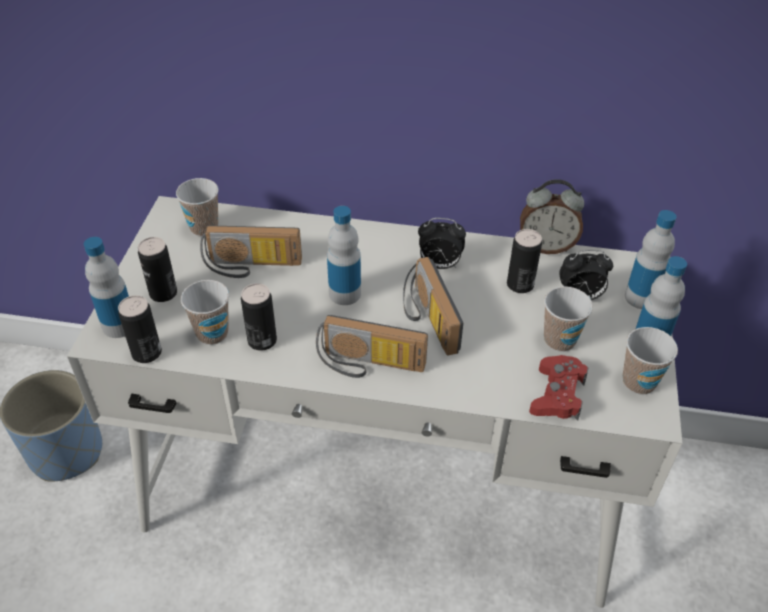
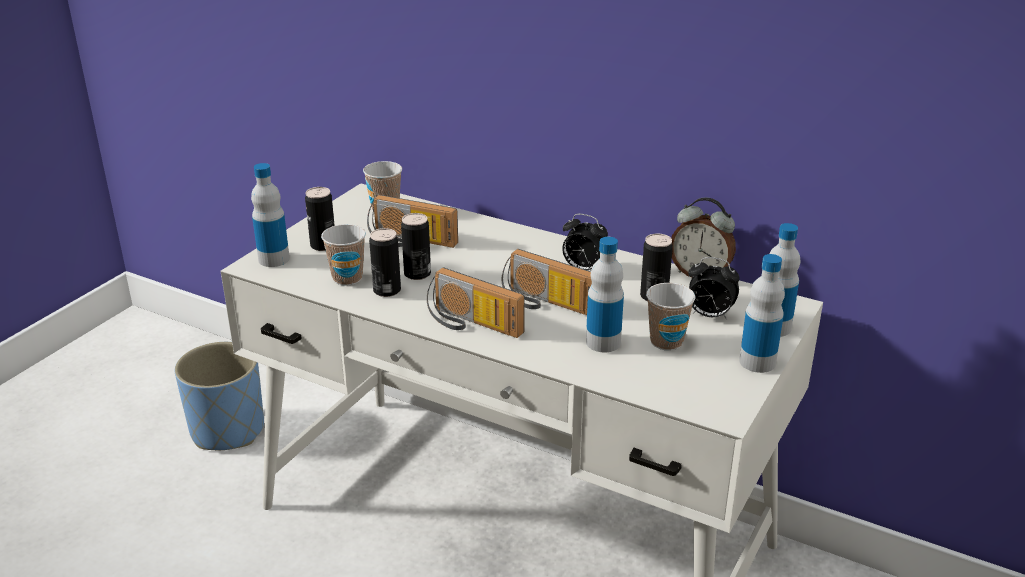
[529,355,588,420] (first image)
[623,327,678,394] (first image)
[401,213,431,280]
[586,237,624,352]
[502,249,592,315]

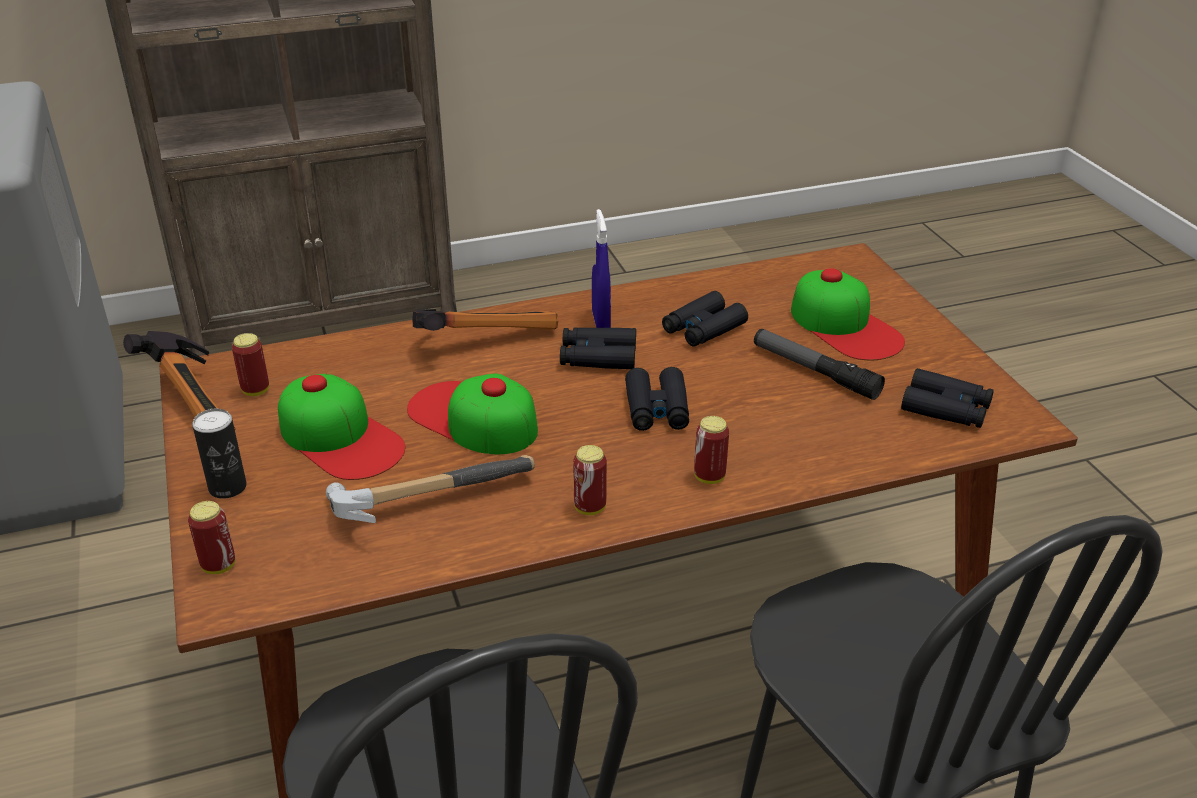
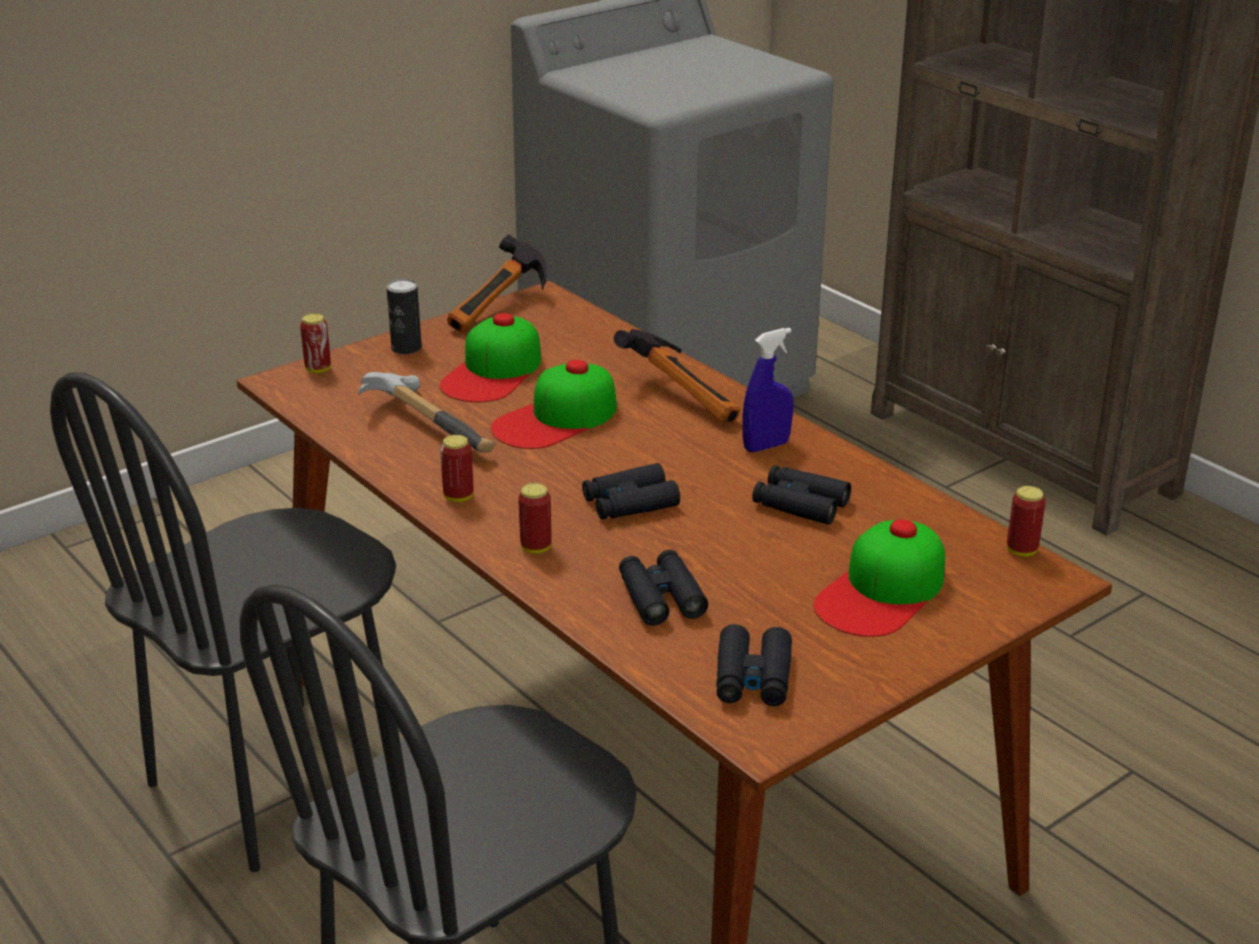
[754,329,885,400] (first image)
[1007,486,1046,557]
[619,550,708,626]
[491,360,617,449]

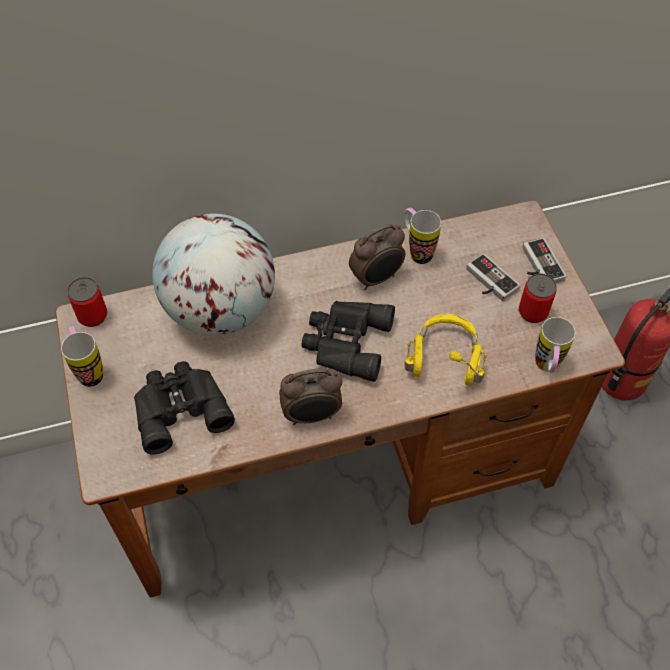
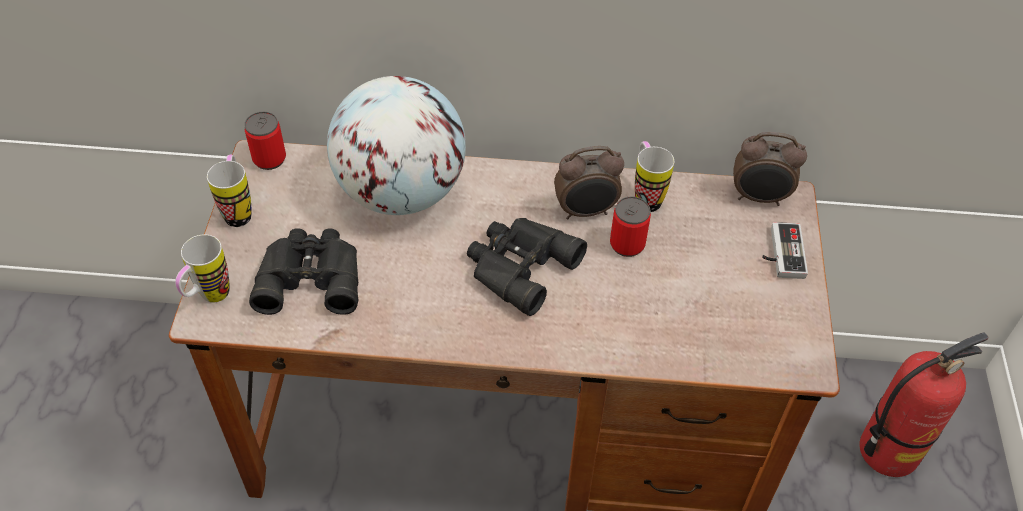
[404,314,487,385] (first image)
[466,253,520,301] (first image)
[733,132,807,206]
[610,197,651,257]
[175,234,230,303]

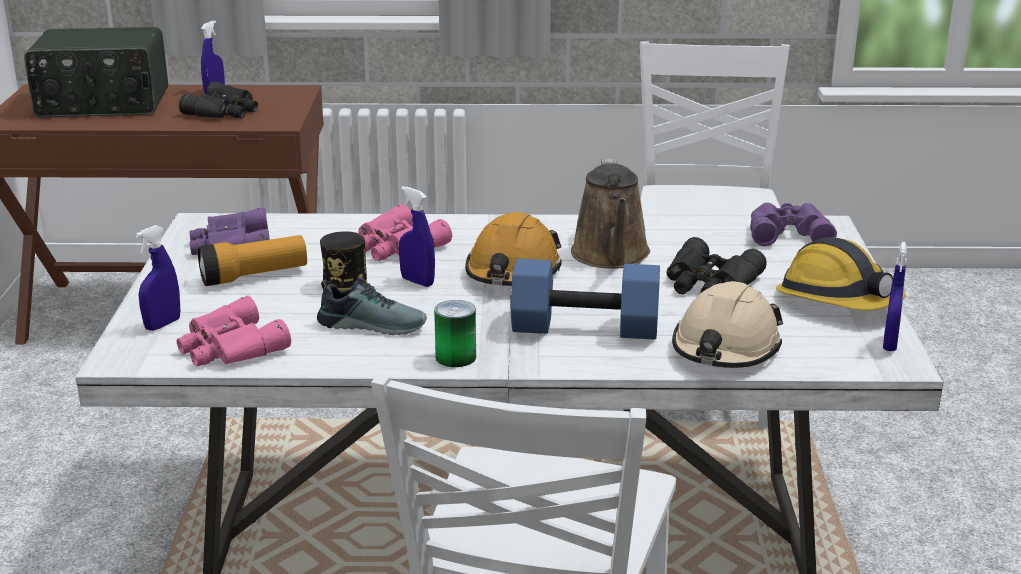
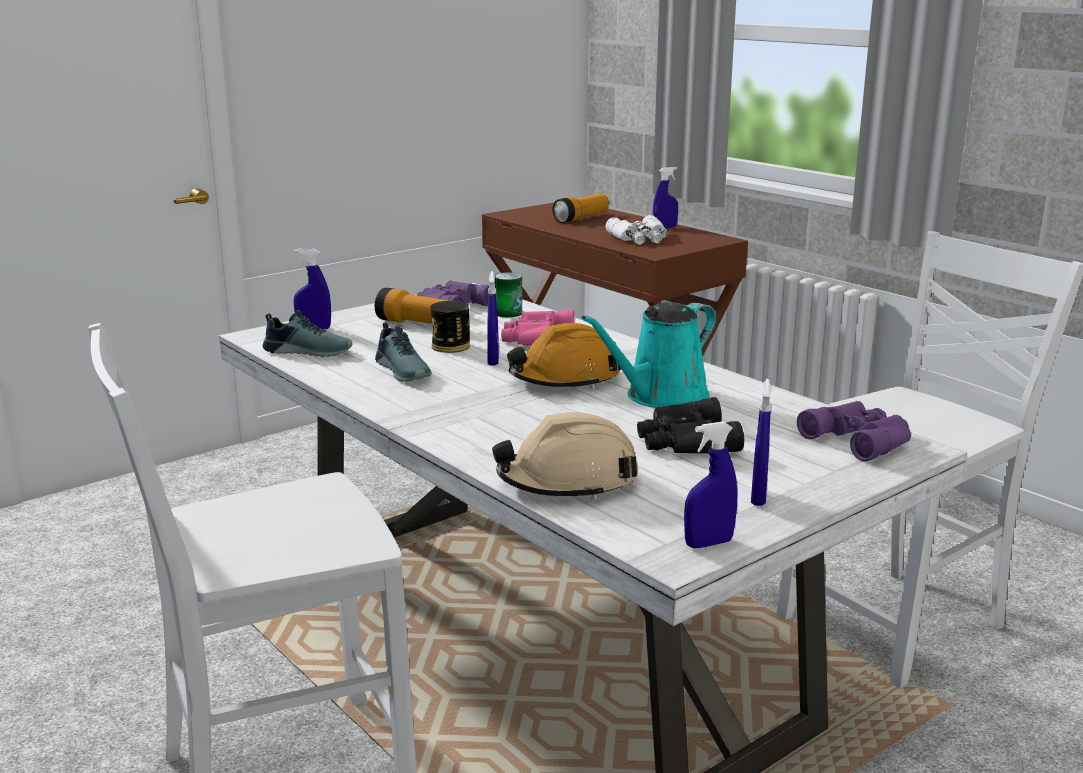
[510,259,660,340] (first image)
[495,272,522,317]
[552,194,609,223]
[263,310,352,357]
[751,379,771,506]
[606,215,668,245]
[581,302,716,408]

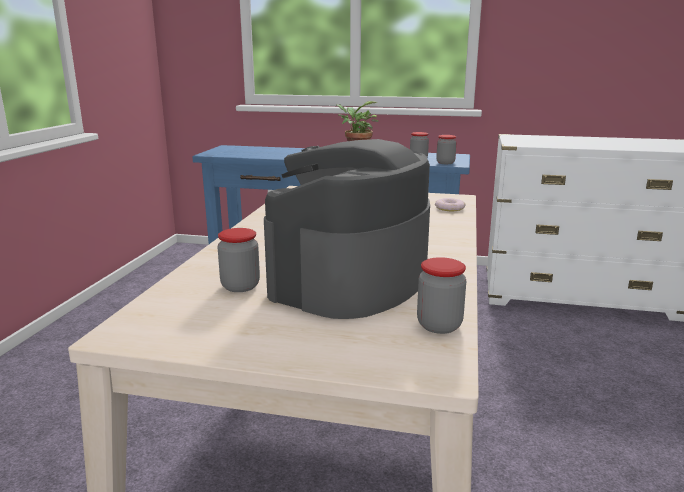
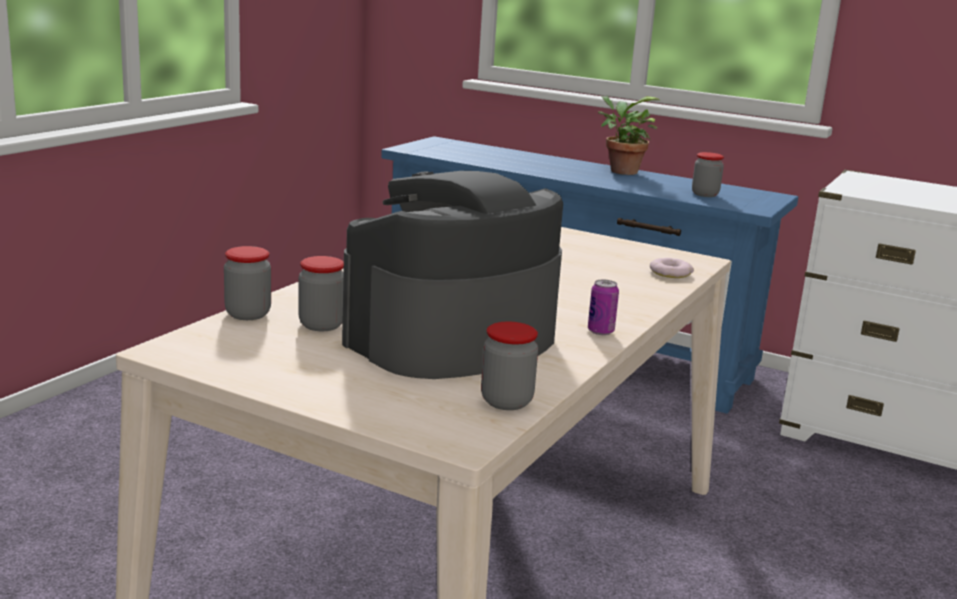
[588,280,619,335]
[224,246,271,320]

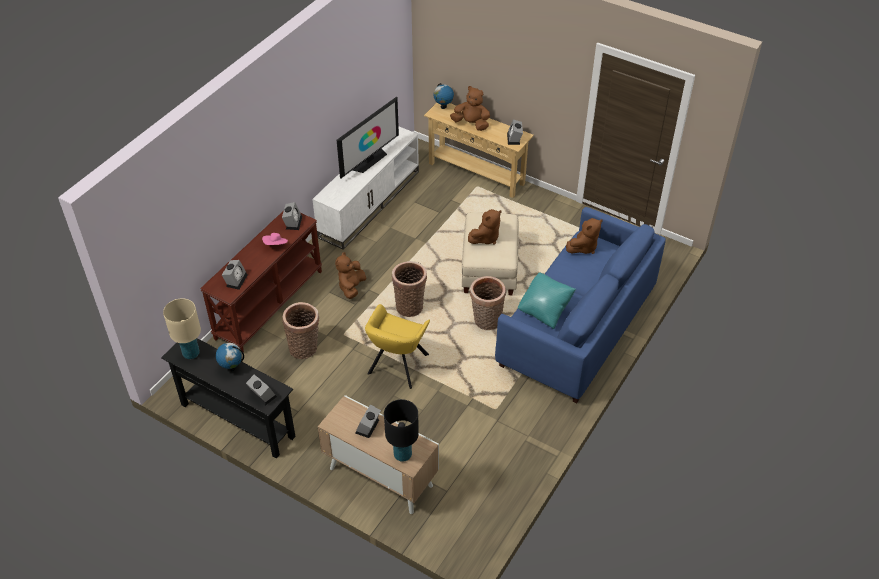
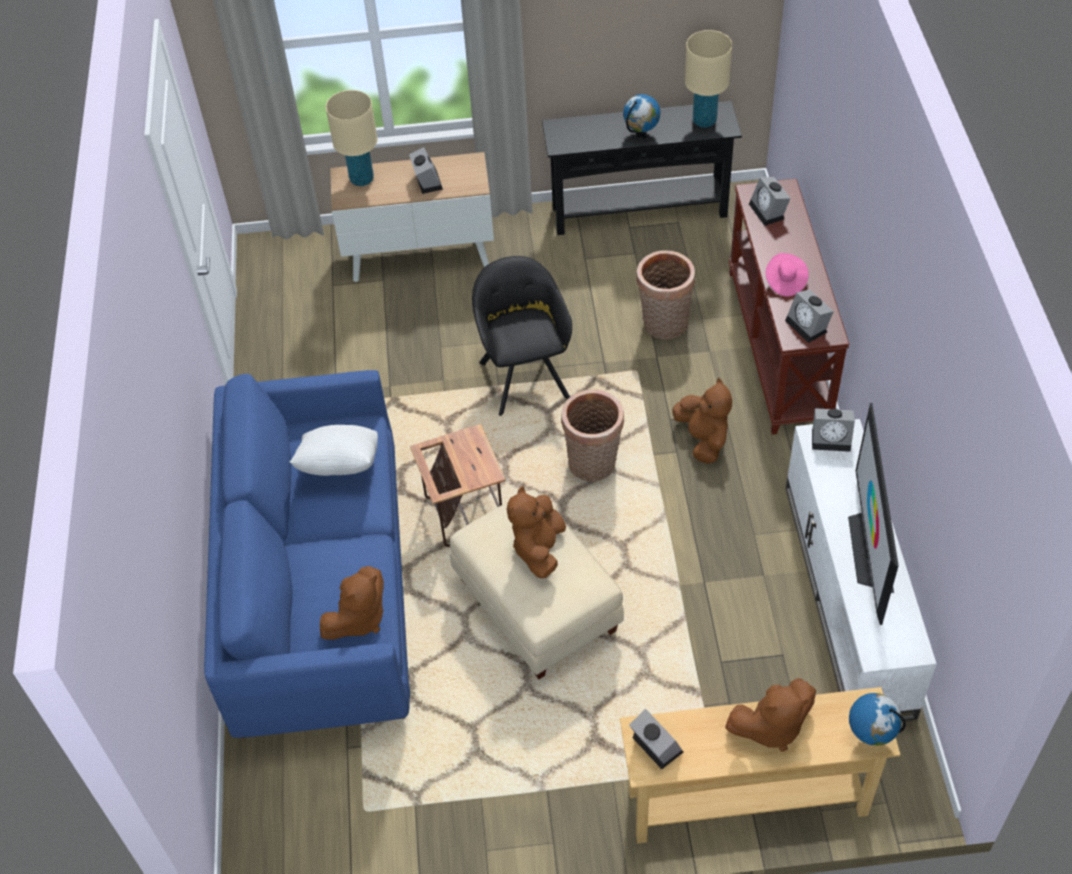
[812,408,855,452]
[410,424,506,547]
[472,256,572,416]
[326,90,377,186]
[290,425,378,476]
[320,566,384,640]

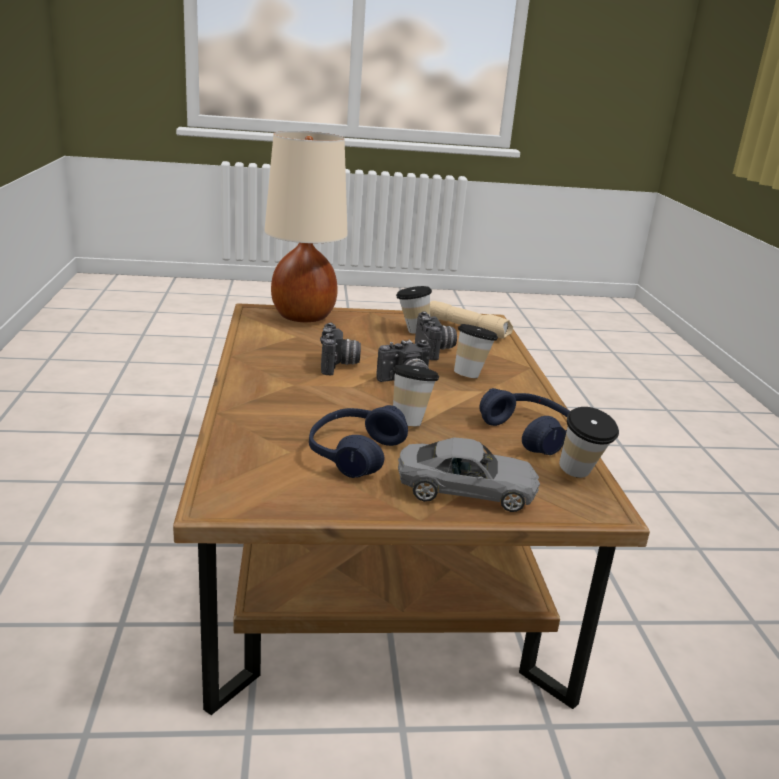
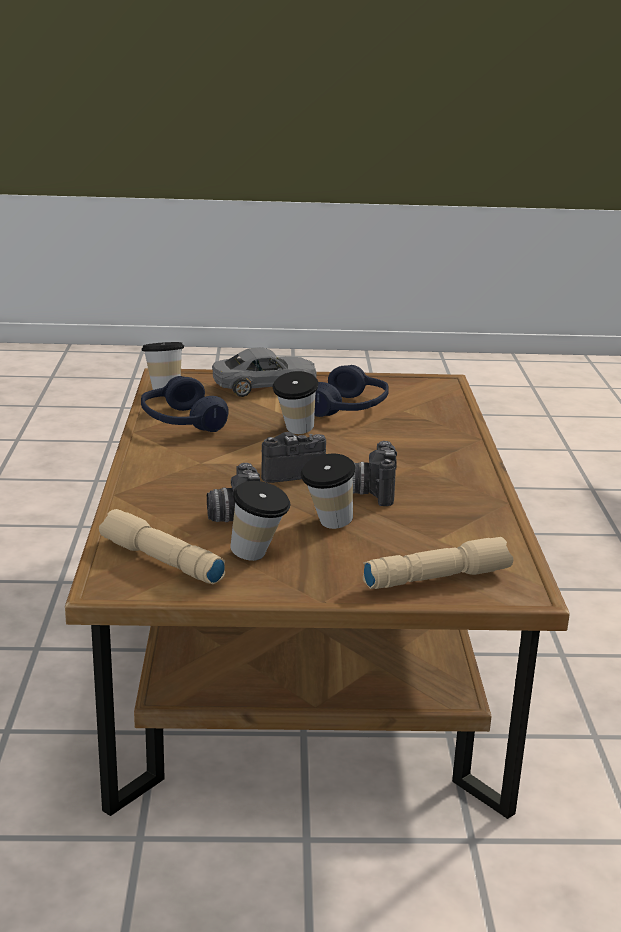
[301,454,355,529]
[363,537,514,589]
[212,347,317,397]

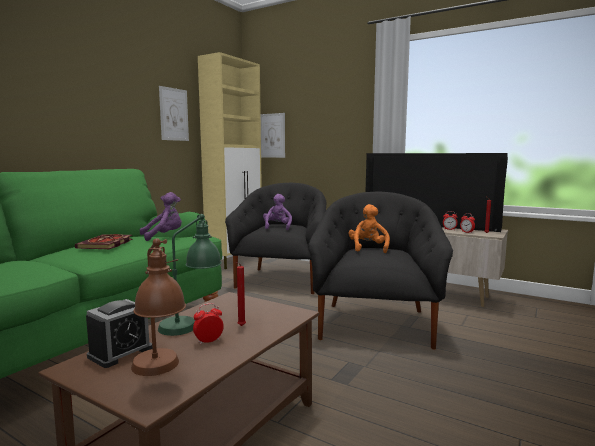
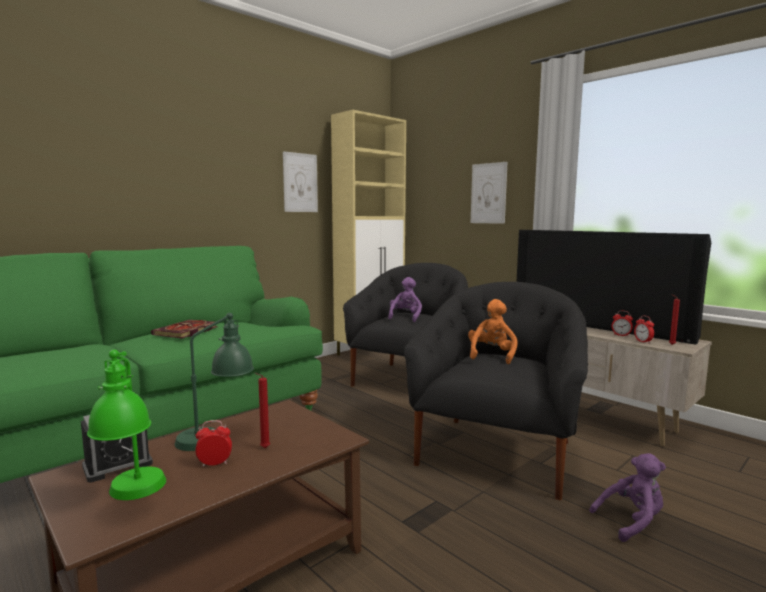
[590,453,666,542]
[471,162,507,224]
[87,350,166,500]

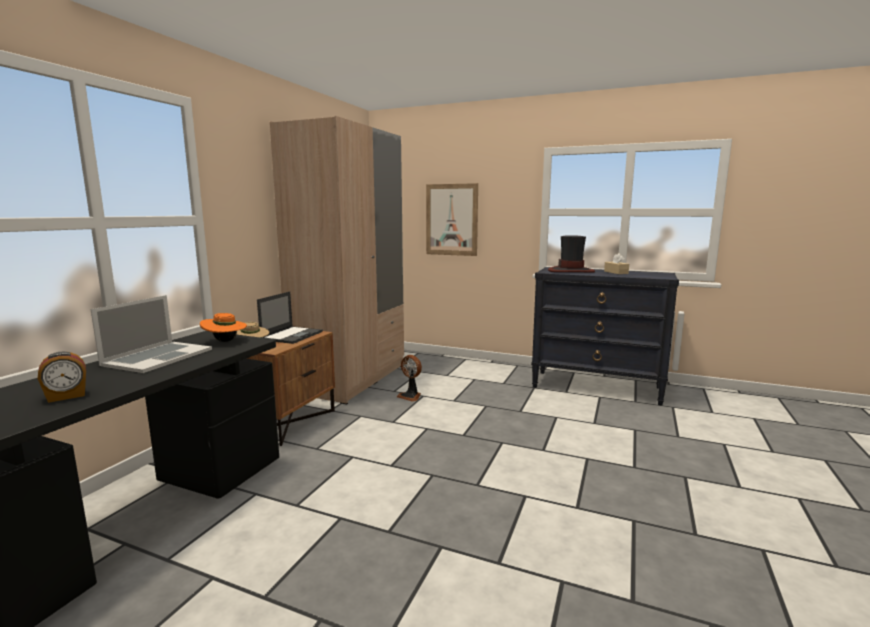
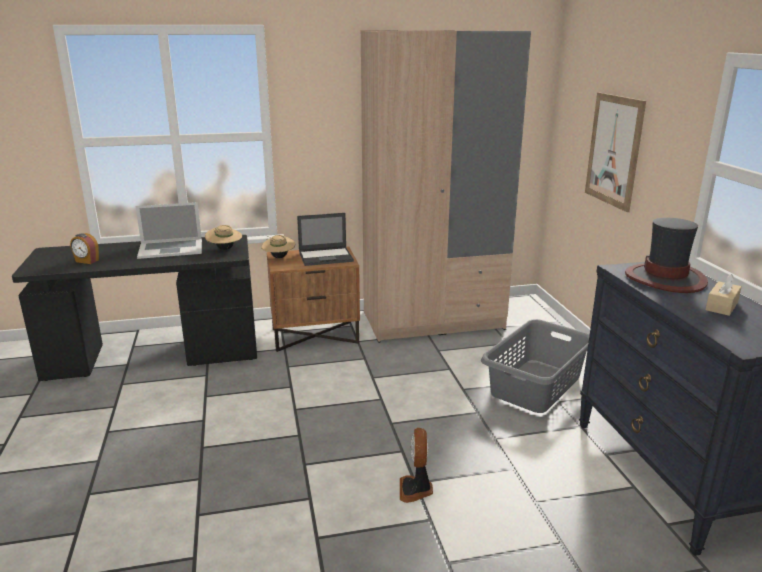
[481,319,590,413]
[400,428,433,503]
[205,225,242,250]

